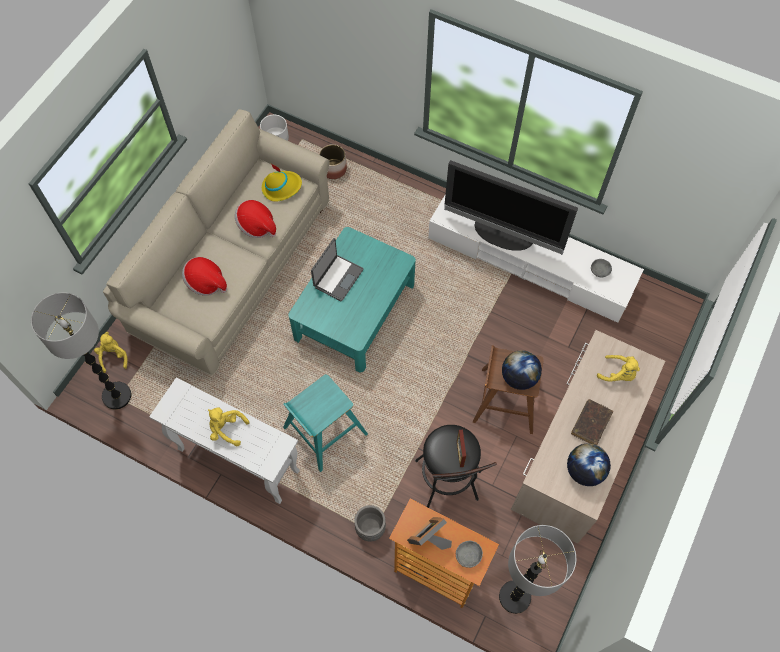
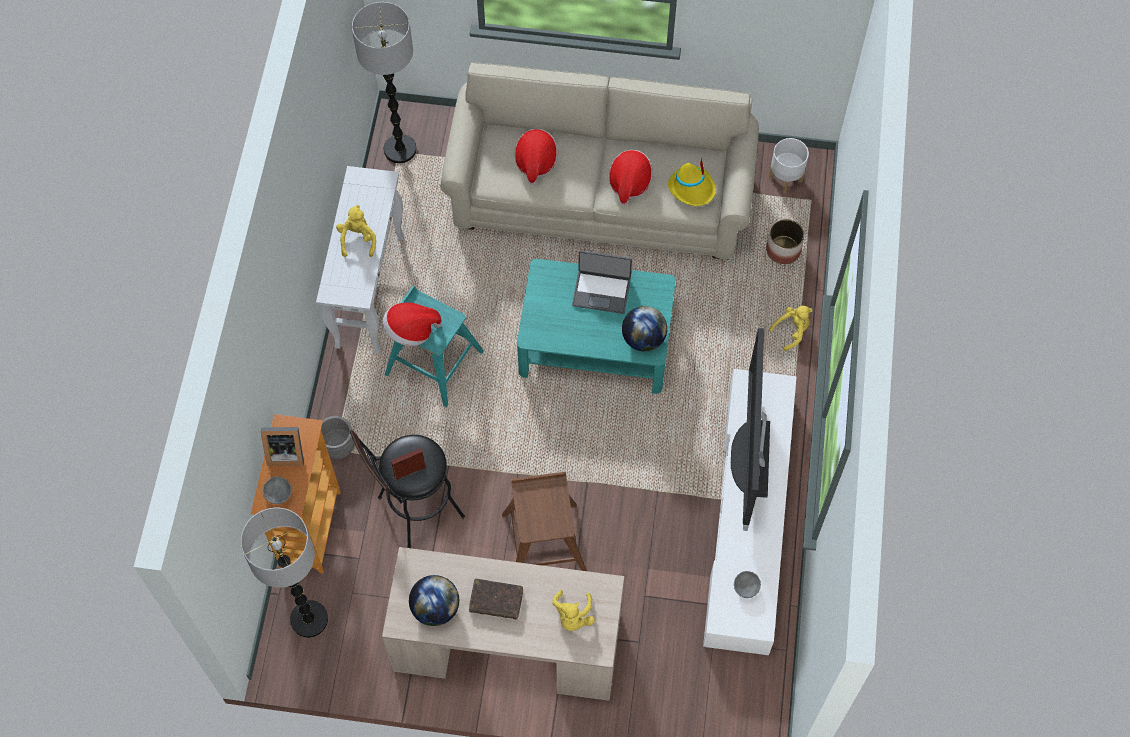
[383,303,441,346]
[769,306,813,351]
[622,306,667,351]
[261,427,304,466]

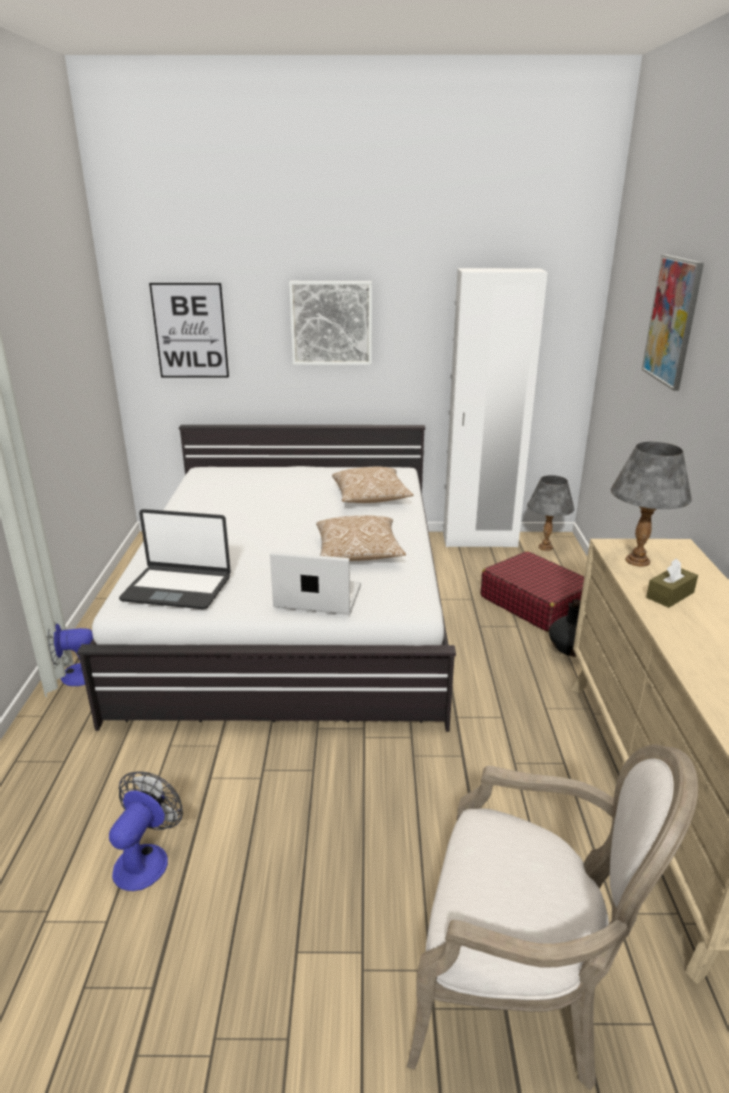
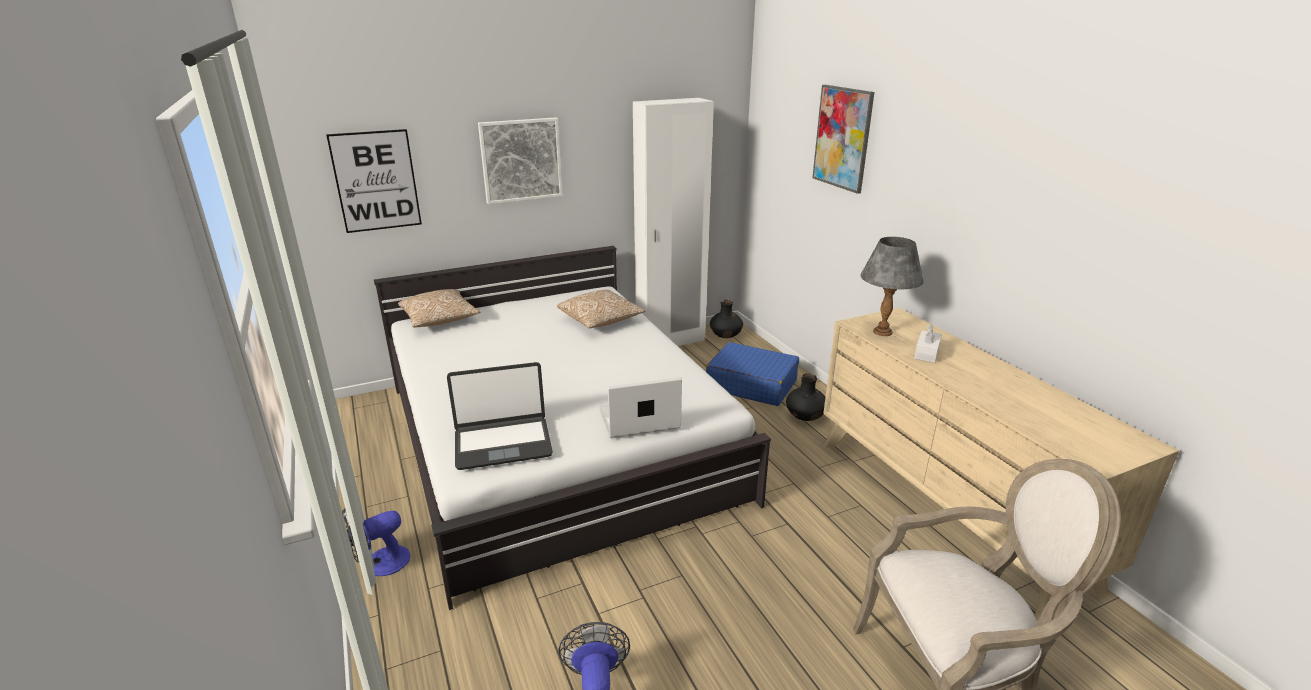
[398,289,481,327]
[710,300,743,338]
[706,342,799,406]
[914,324,942,363]

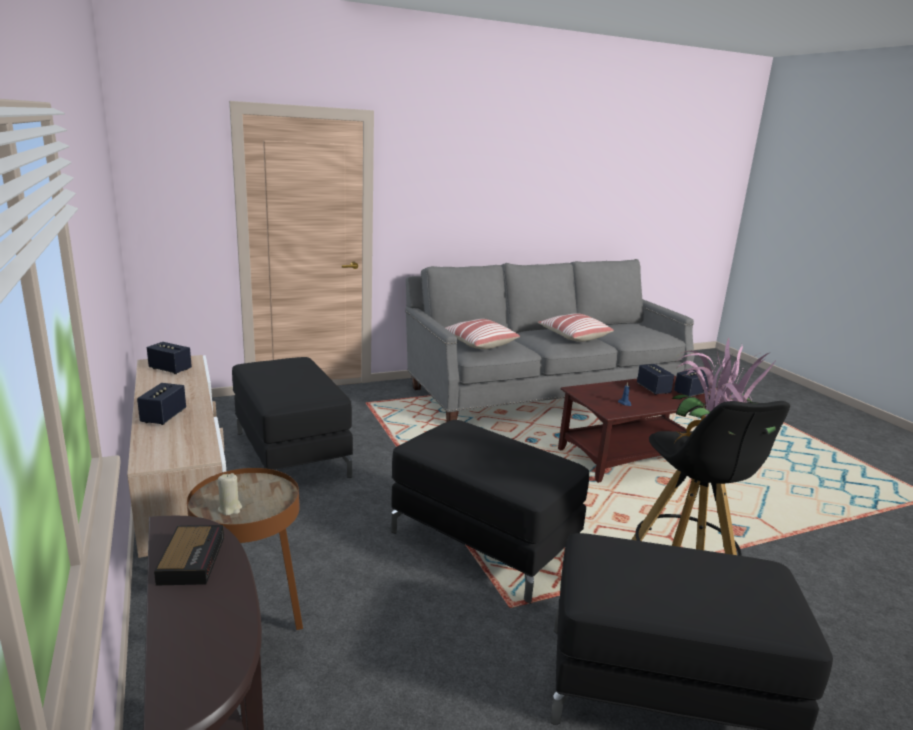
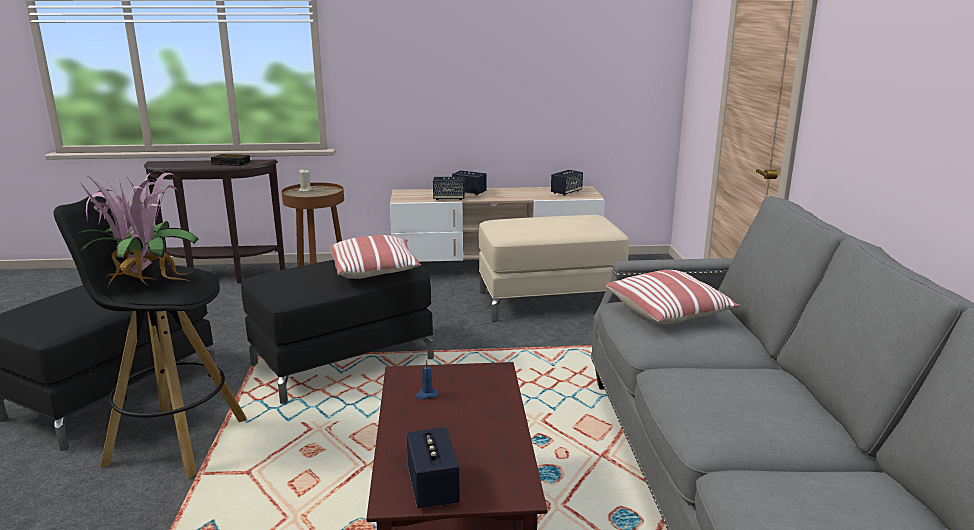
[330,235,421,279]
[433,177,465,200]
[479,215,629,322]

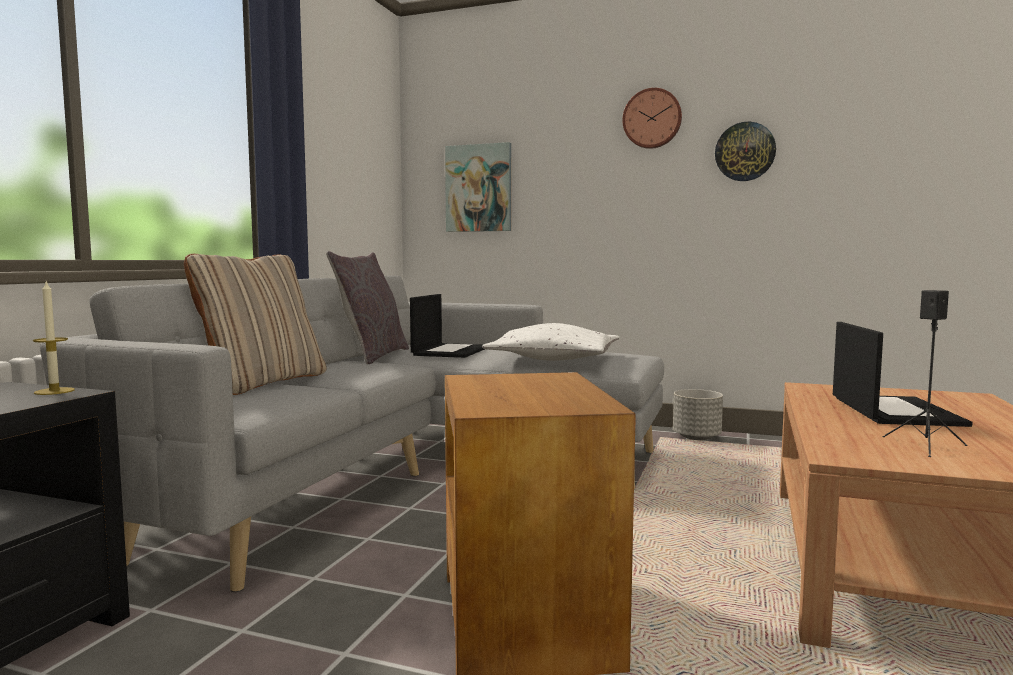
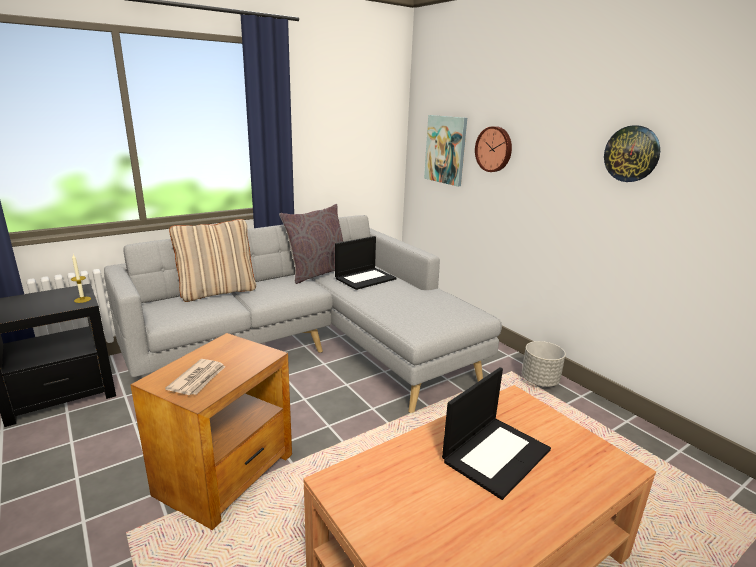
[482,323,619,361] (first image)
[883,290,968,457] (first image)
[165,359,225,395]
[475,126,512,172]

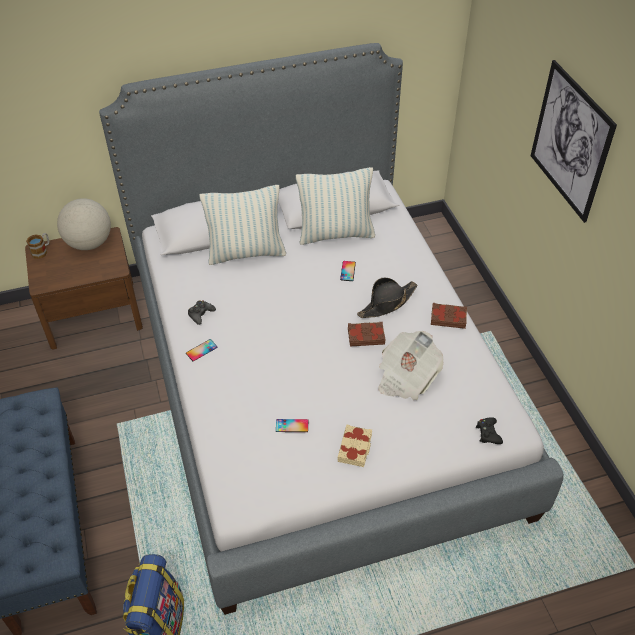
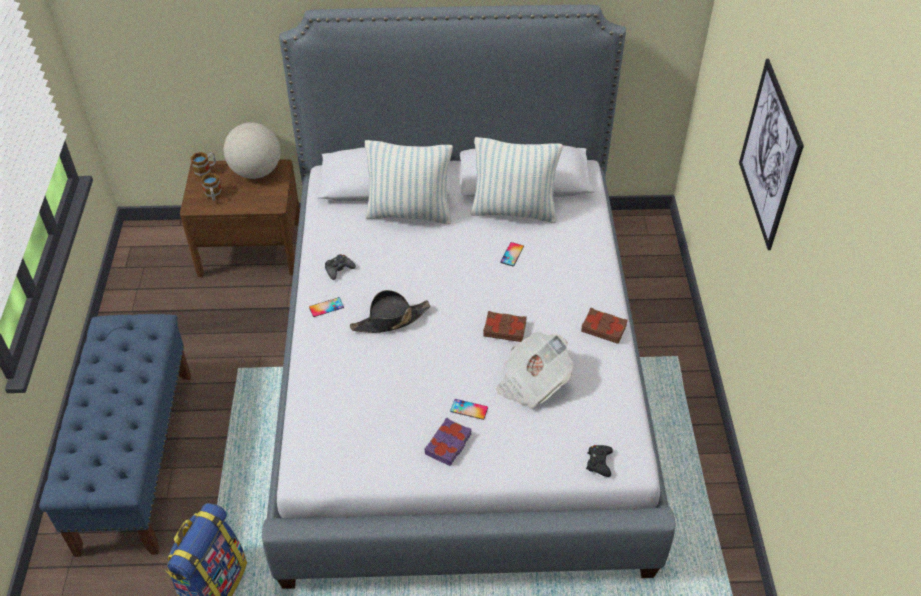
[201,173,222,201]
[450,399,488,420]
[350,290,430,333]
[425,417,471,466]

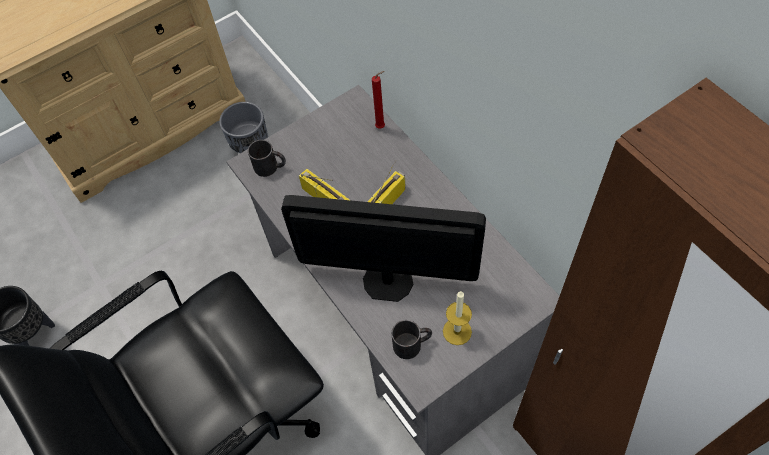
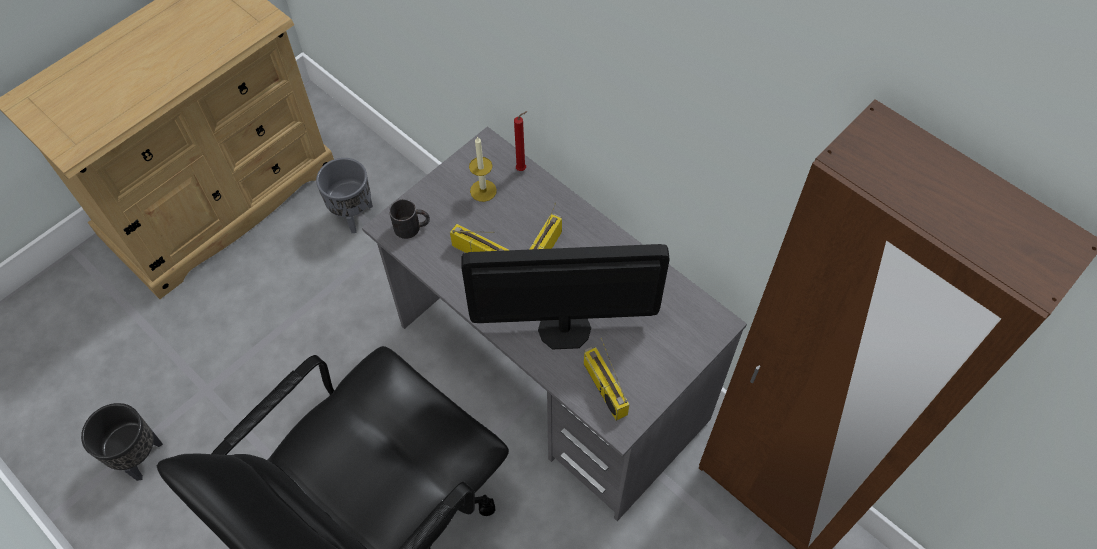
[469,136,497,202]
[584,337,630,421]

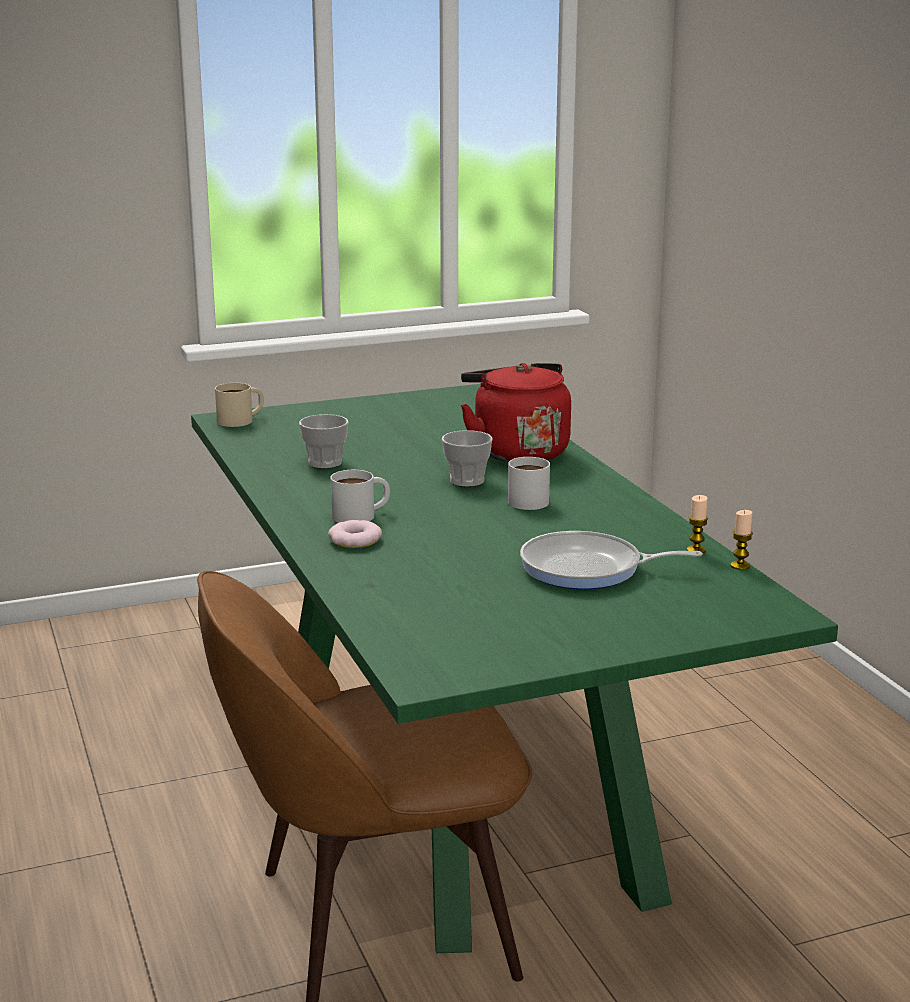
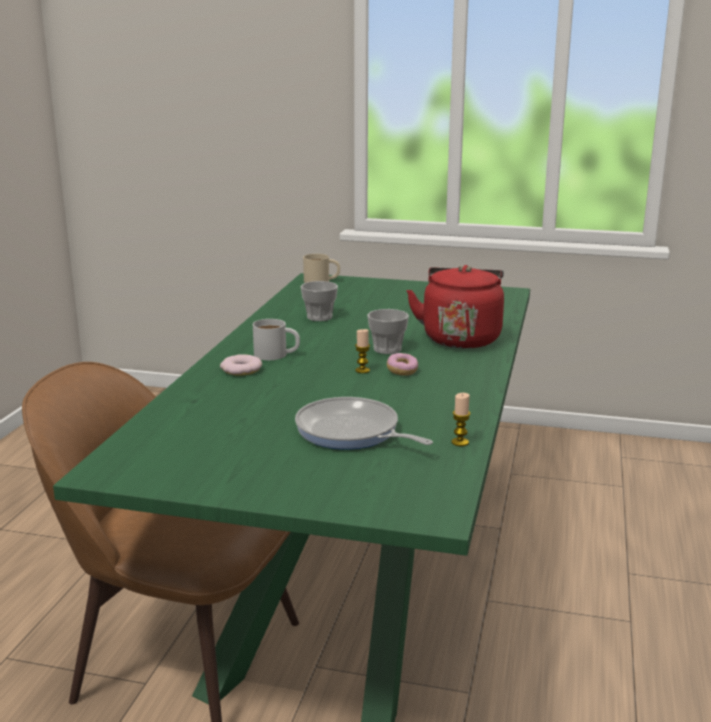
[355,329,370,373]
[387,353,418,376]

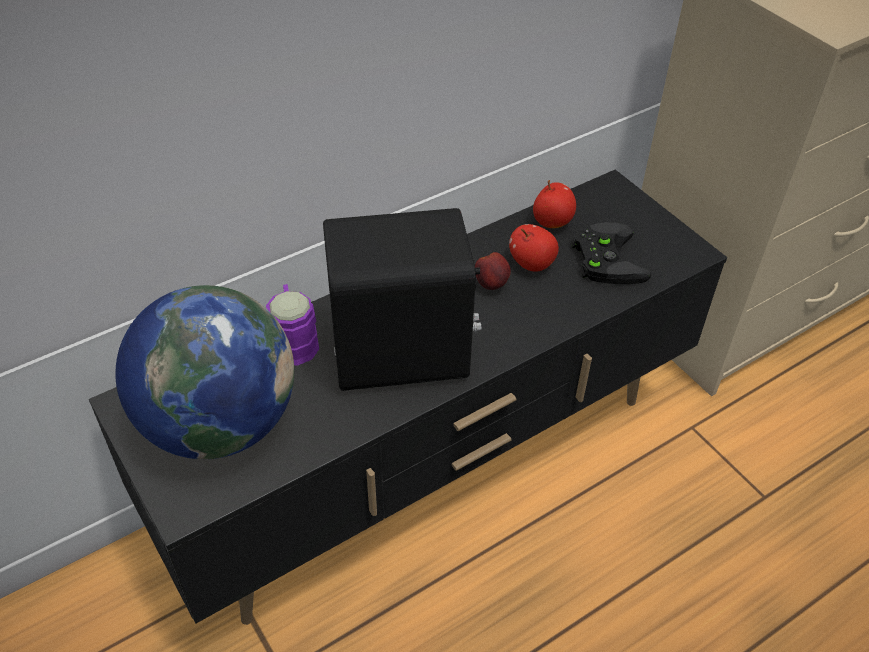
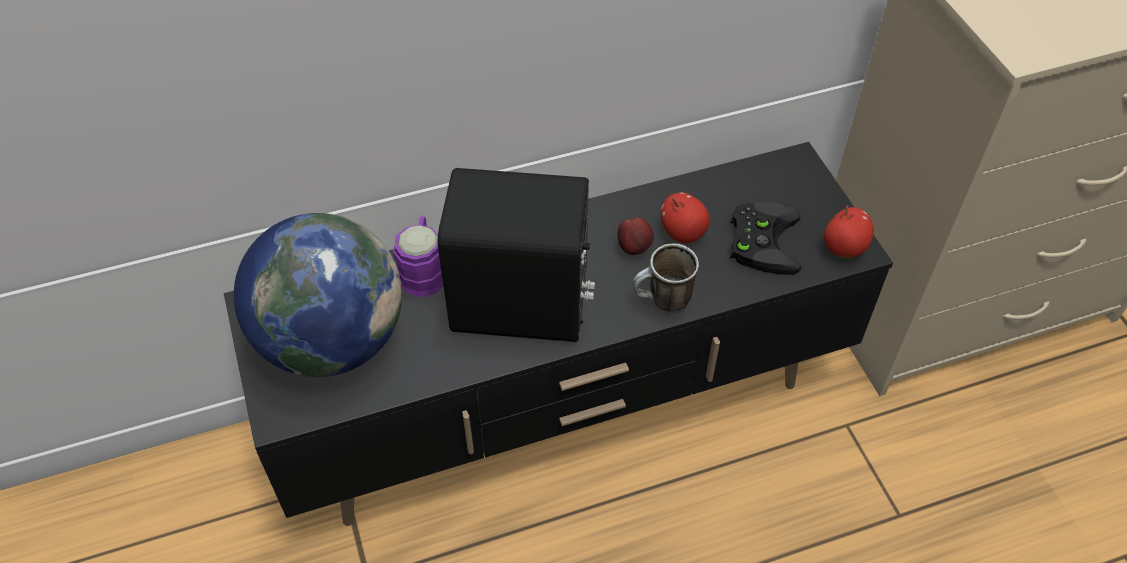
[633,243,699,312]
[824,205,874,258]

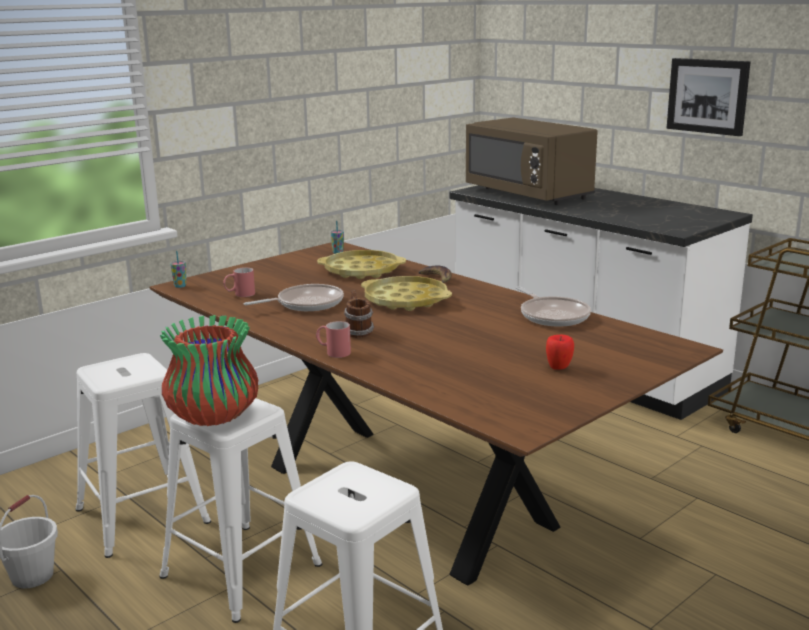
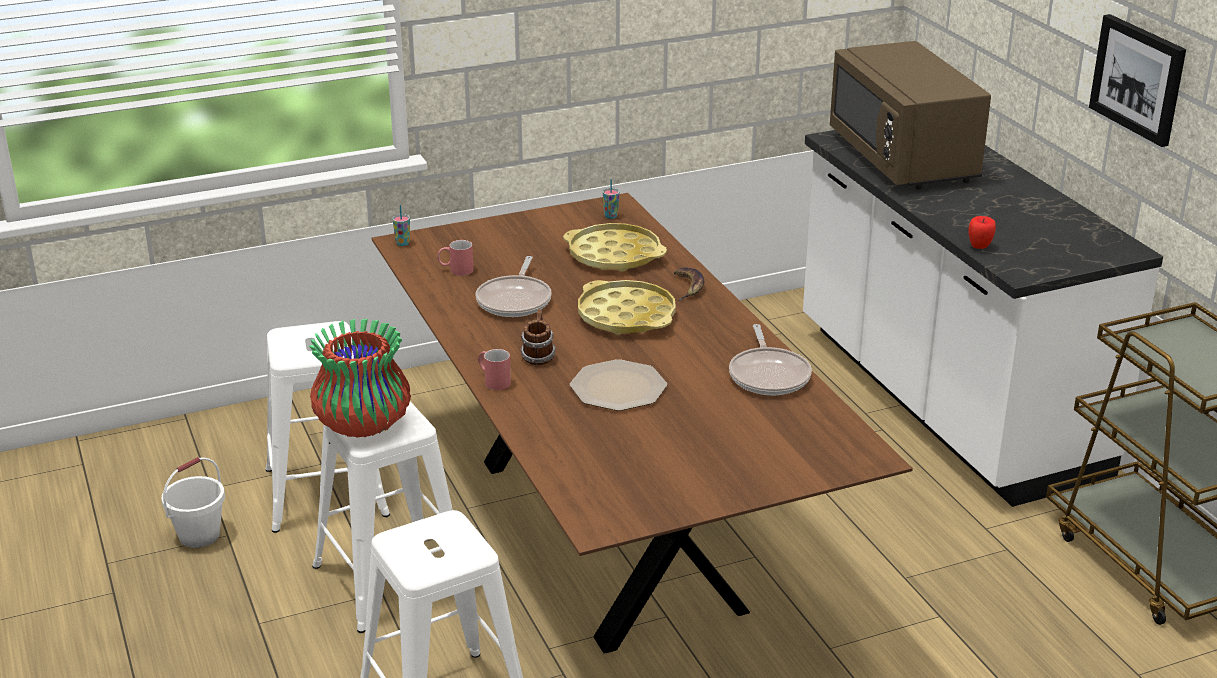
[570,359,667,411]
[968,216,996,249]
[476,256,552,317]

